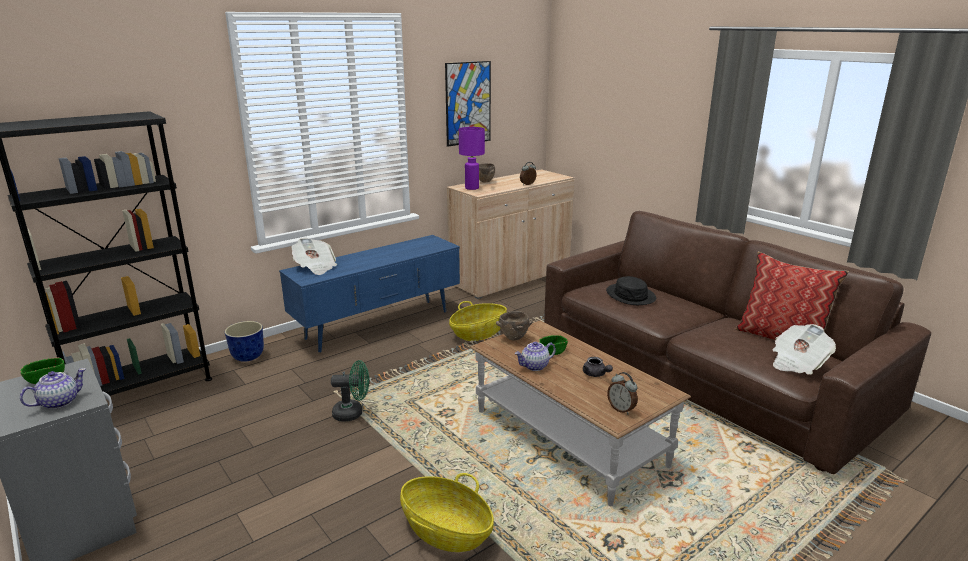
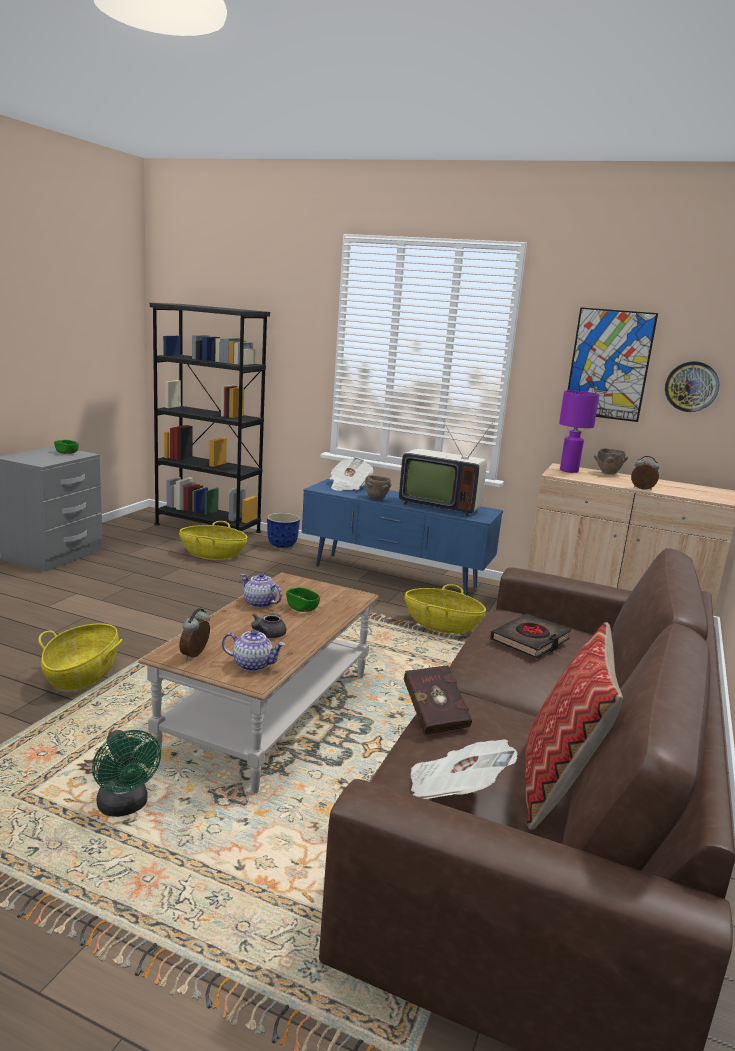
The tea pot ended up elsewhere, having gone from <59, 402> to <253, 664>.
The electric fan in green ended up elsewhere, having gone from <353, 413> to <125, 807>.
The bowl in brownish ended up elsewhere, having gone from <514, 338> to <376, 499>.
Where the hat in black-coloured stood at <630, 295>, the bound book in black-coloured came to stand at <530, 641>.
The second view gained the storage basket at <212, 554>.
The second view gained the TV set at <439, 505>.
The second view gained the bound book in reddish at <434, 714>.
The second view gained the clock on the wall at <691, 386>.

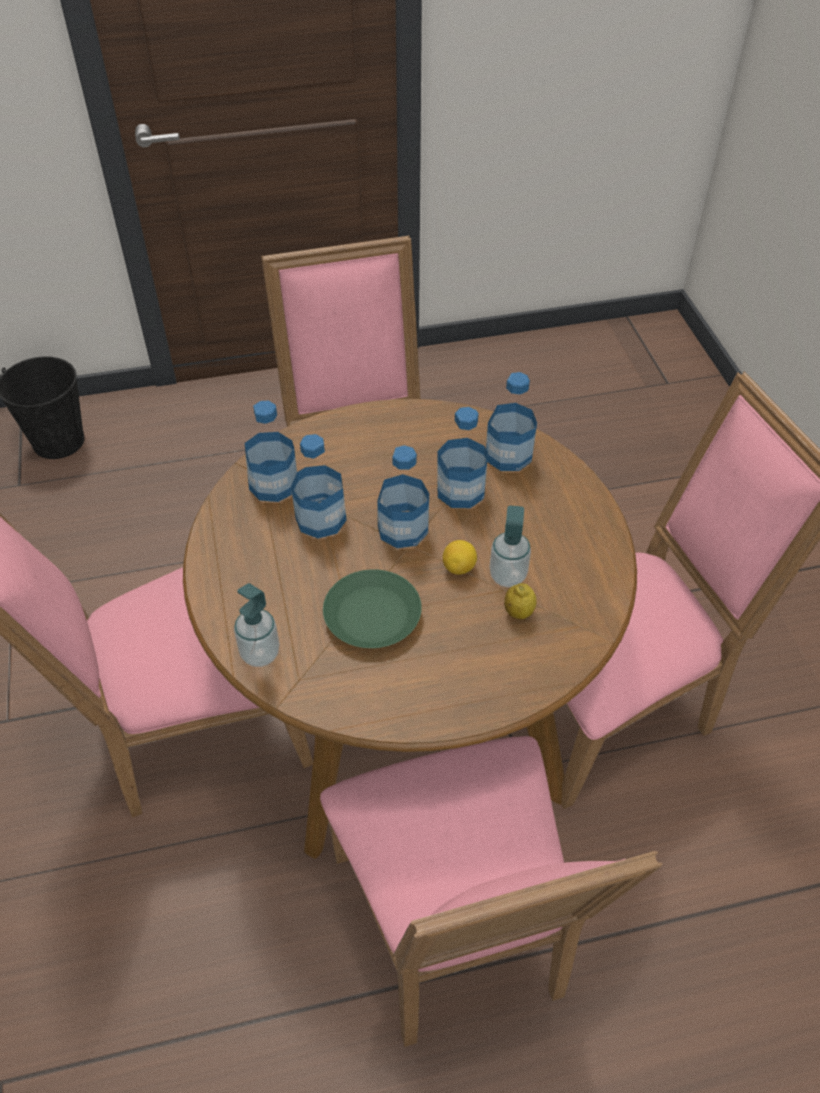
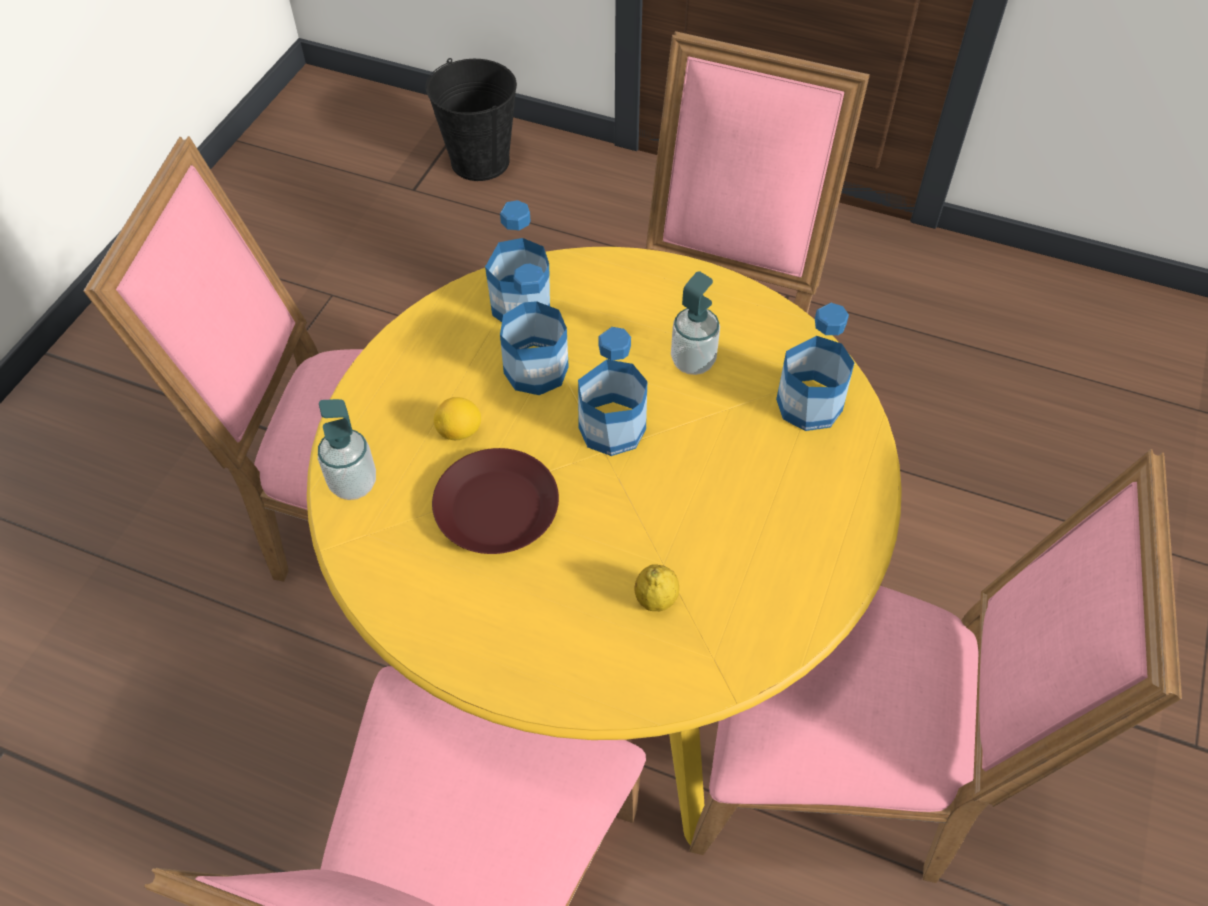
What was the dining table in brownish at <409, 715> turned into the dining table in yellow at <604, 643>.
What was the plate in green at <372, 616> turned into the plate in brownish at <495, 509>.
The second view lost the drink bottle at <460, 491>.
The lemon ended up elsewhere, having gone from <459, 568> to <460, 432>.
The soap dispenser ended up elsewhere, having gone from <507, 576> to <693, 361>.

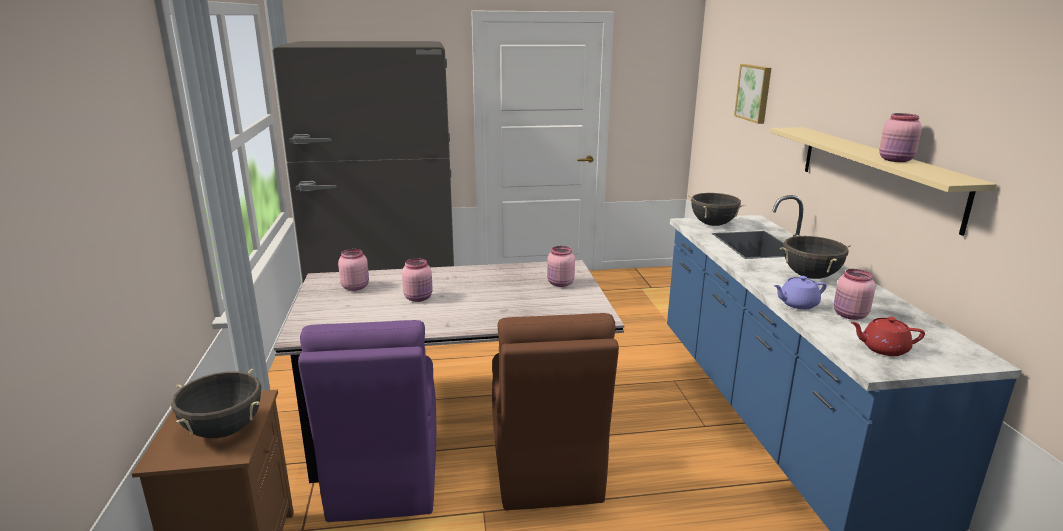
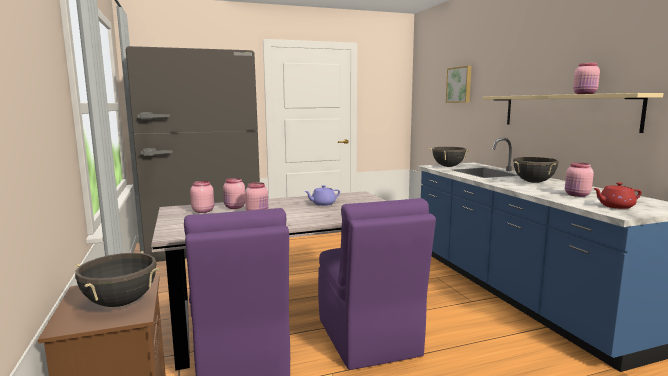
What was the upright chair in brownish at <545, 468> turned into the upright chair in purple-coloured at <368, 338>.
The storage jar in pink ended up elsewhere, having gone from <560, 284> to <234, 207>.
The tea pot in purple-coloured ended up elsewhere, having gone from <797, 304> to <322, 204>.

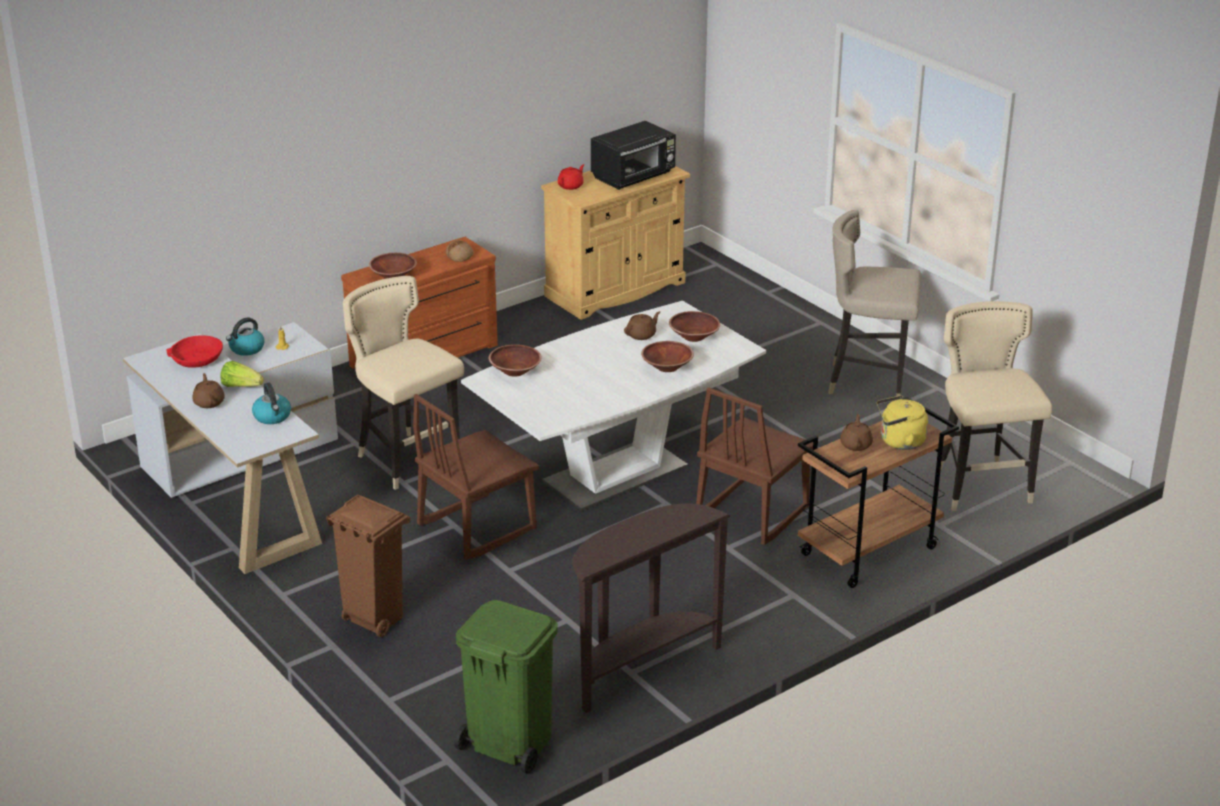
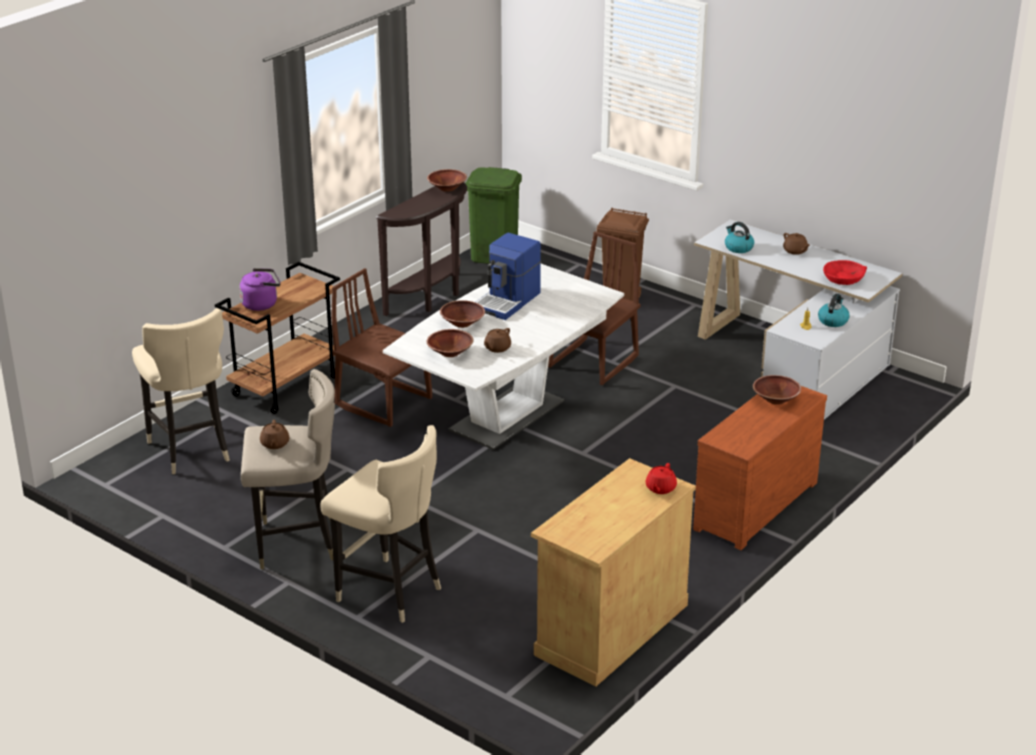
The second view lost the head of lettuce at <241, 386>.
The stool seat in sand-coloured ended up elsewhere, having gone from <408, 461> to <388, 592>.
The second view lost the bakery bread at <459, 256>.
The bowl in brownish ended up elsewhere, having gone from <515, 371> to <447, 188>.
The second view lost the microwave in black-coloured at <634, 176>.
The upright chair in brownish at <751, 513> ended up facing another way, 75 degrees counterclockwise from before.
The tea pot in brownish ended up elsewhere, having gone from <856, 444> to <274, 444>.
What was the tea kettle in yellow at <899, 442> turned into the tea kettle in purple-coloured at <262, 304>.
The second view gained the coffee maker at <508, 301>.

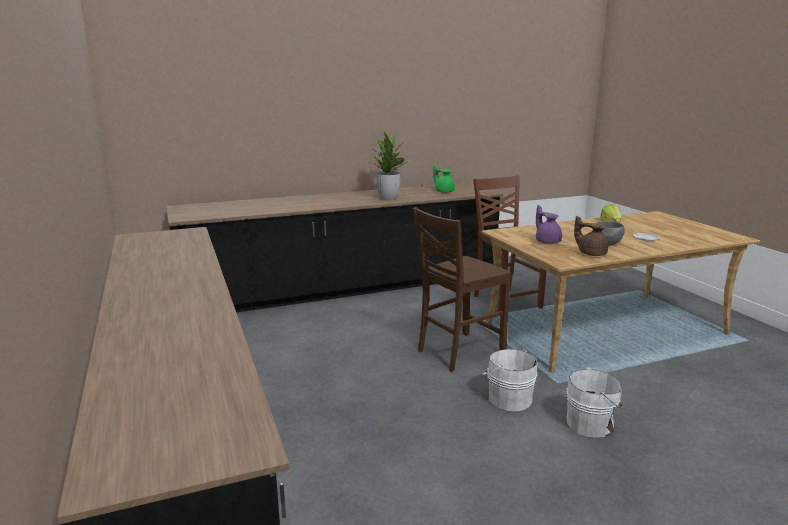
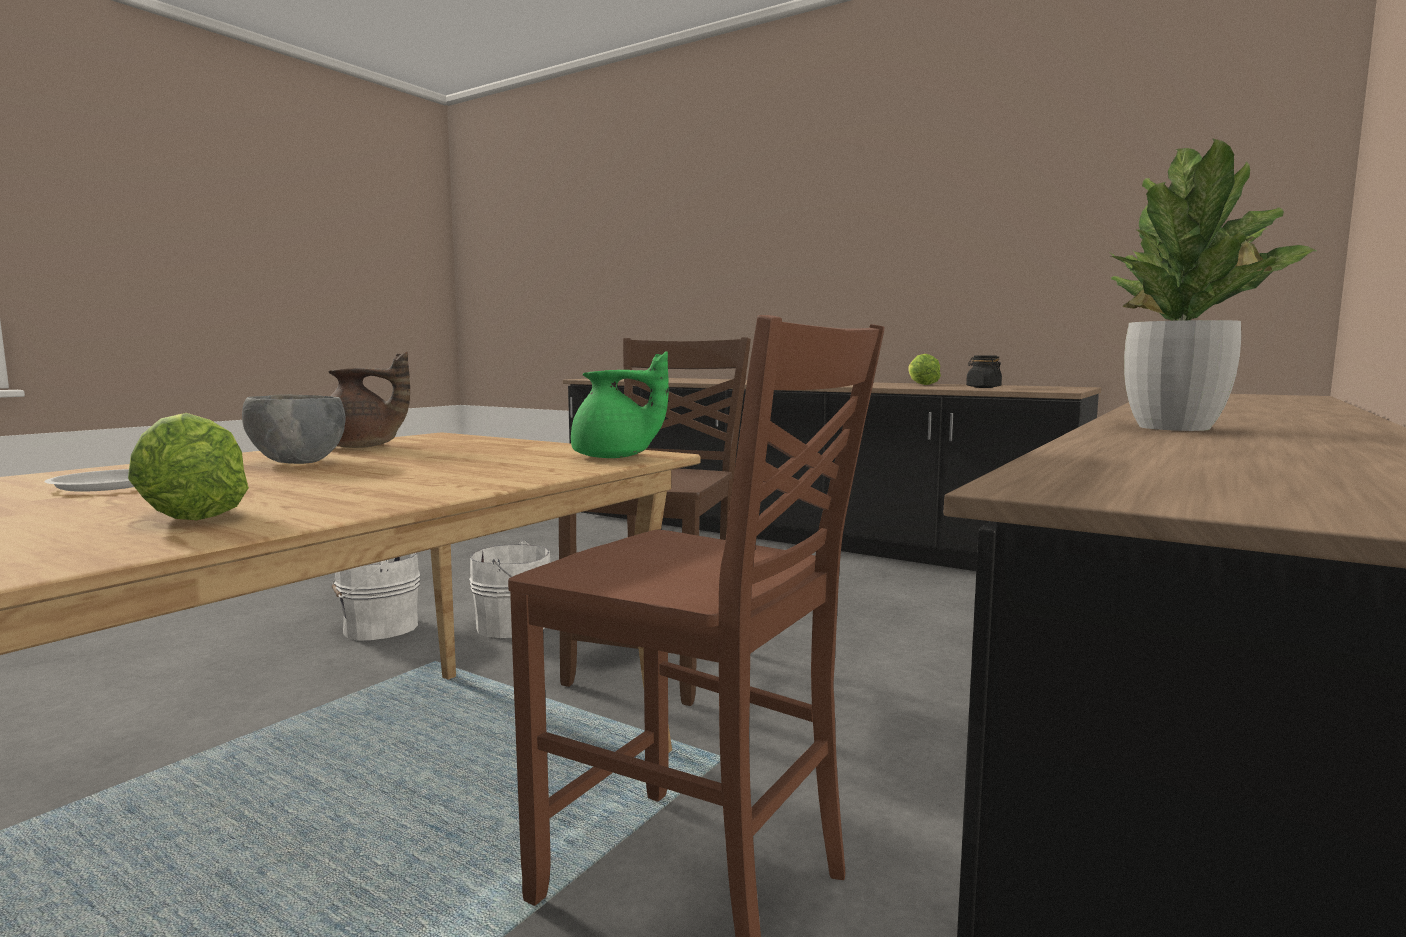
The tea pot in green ended up elsewhere, having gone from <444, 191> to <615, 457>.
The second view lost the tea pot in purple-coloured at <547, 241>.
The second view gained the head of lettuce at <921, 384>.
The second view gained the storage jar in black-coloured at <983, 387>.

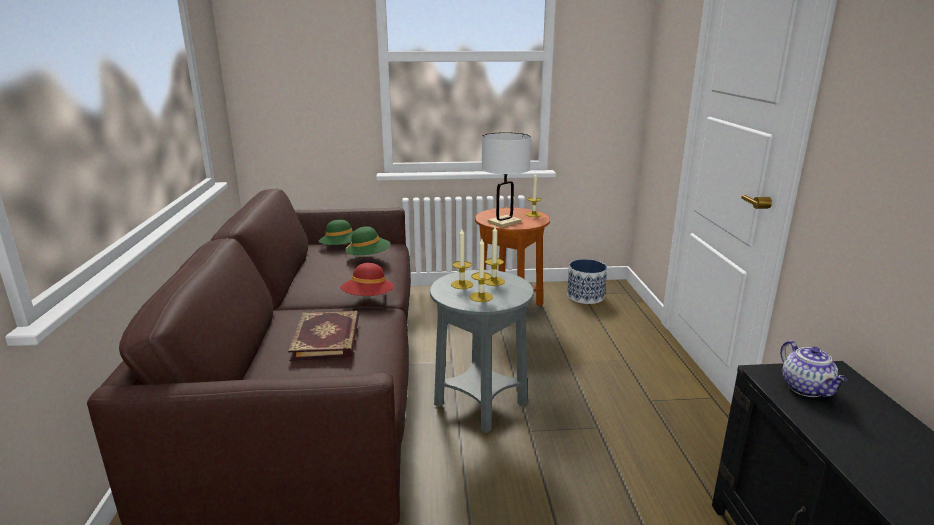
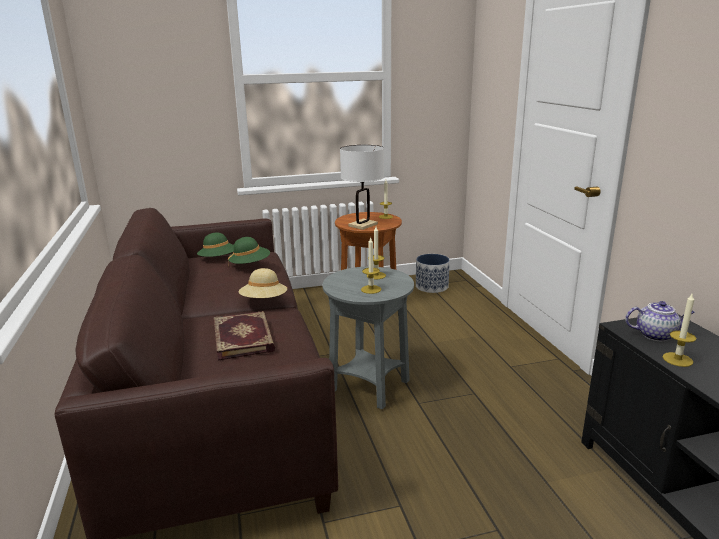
What was the hat in reddish at <368, 299> turned into the hat in sand-coloured at <264, 301>.
The wax light ended up elsewhere, having gone from <462, 284> to <677, 359>.
The tea pot at <807, 389> ended up facing another way, 60 degrees counterclockwise from before.

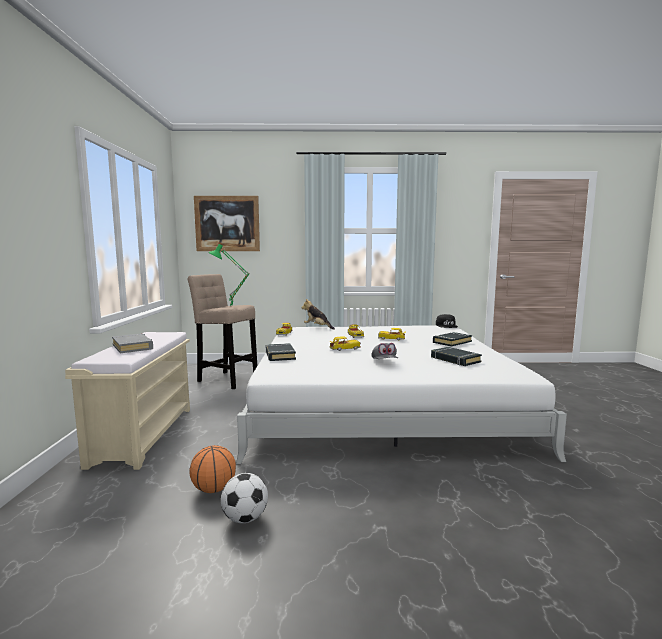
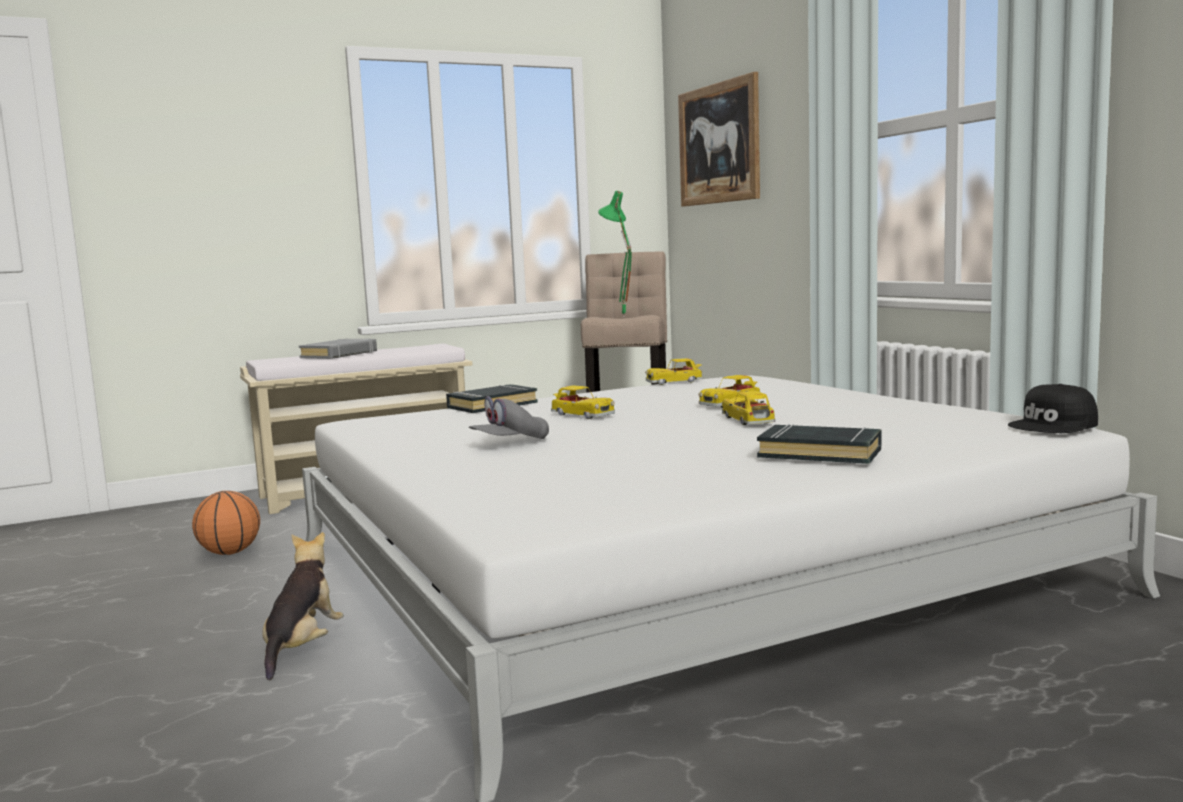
The second view lost the football at <245, 518>.
The plush toy ended up elsewhere, having gone from <317, 327> to <302, 647>.
The second view lost the bound book in black-coloured at <455, 360>.

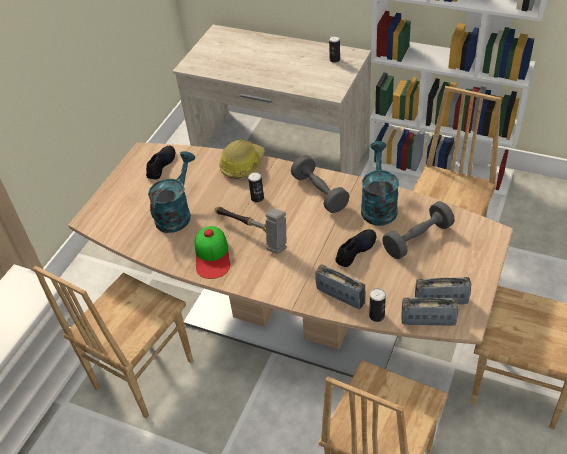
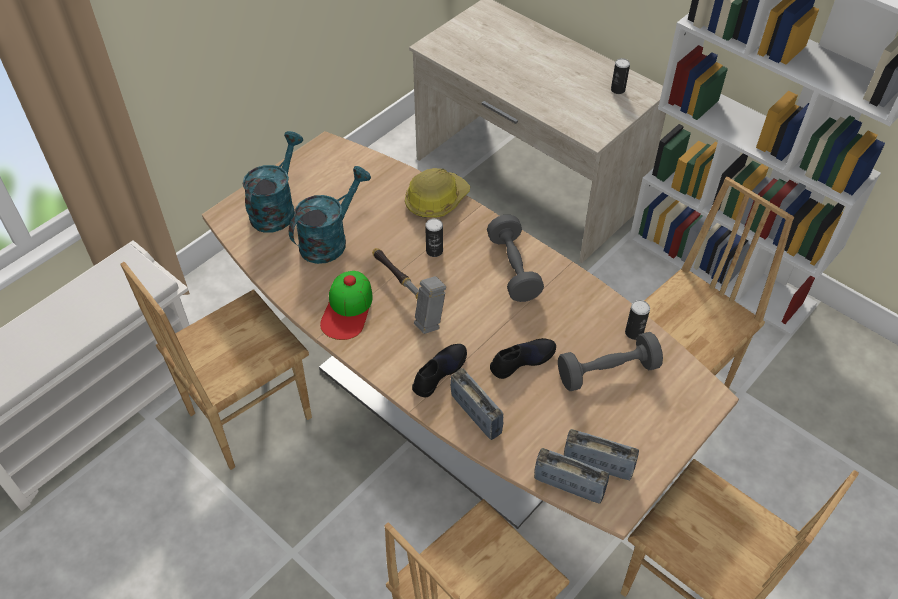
The low shoe in black-coloured ended up elsewhere, having gone from <161, 165> to <439, 372>.
The watering pot in turquoise ended up elsewhere, having gone from <378, 205> to <276, 208>.
The metal can ended up elsewhere, having gone from <377, 316> to <634, 332>.

